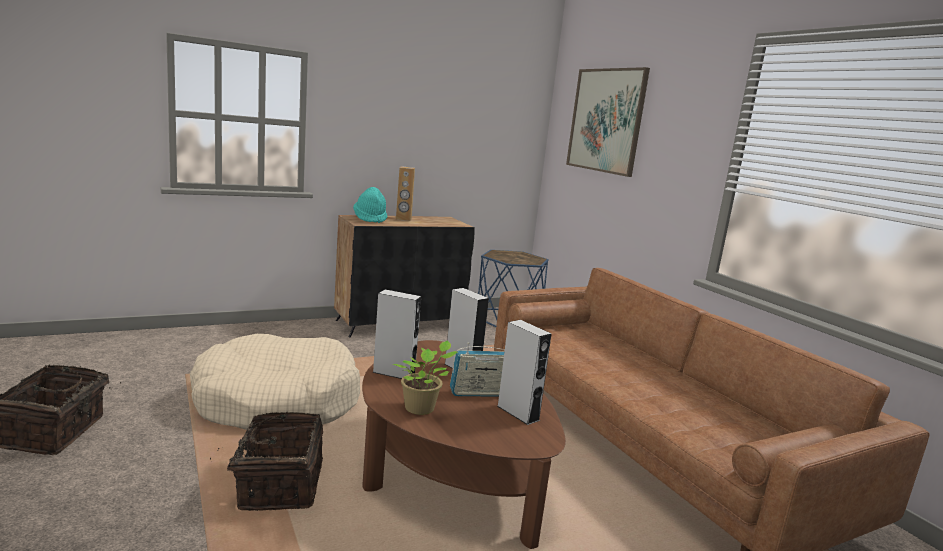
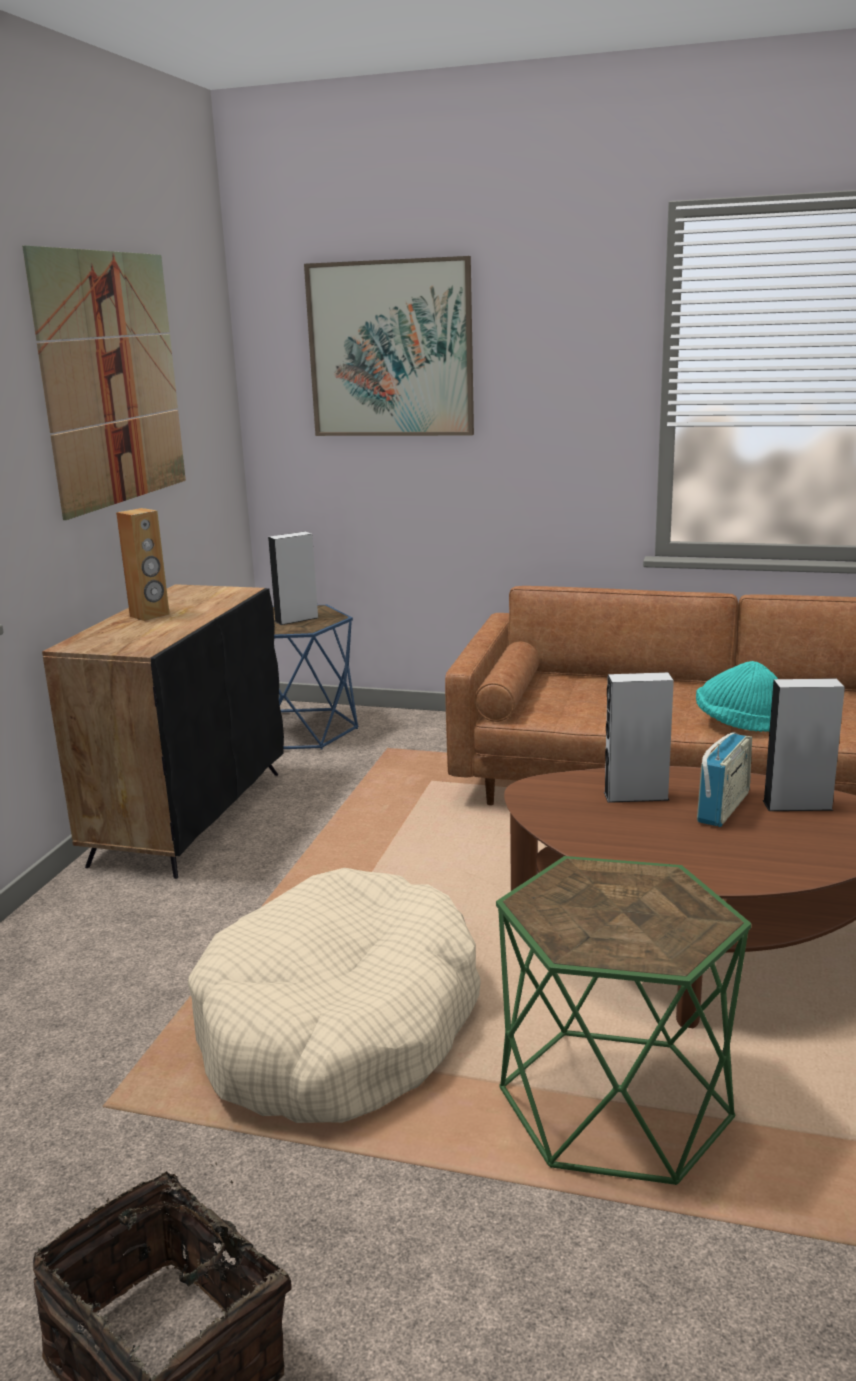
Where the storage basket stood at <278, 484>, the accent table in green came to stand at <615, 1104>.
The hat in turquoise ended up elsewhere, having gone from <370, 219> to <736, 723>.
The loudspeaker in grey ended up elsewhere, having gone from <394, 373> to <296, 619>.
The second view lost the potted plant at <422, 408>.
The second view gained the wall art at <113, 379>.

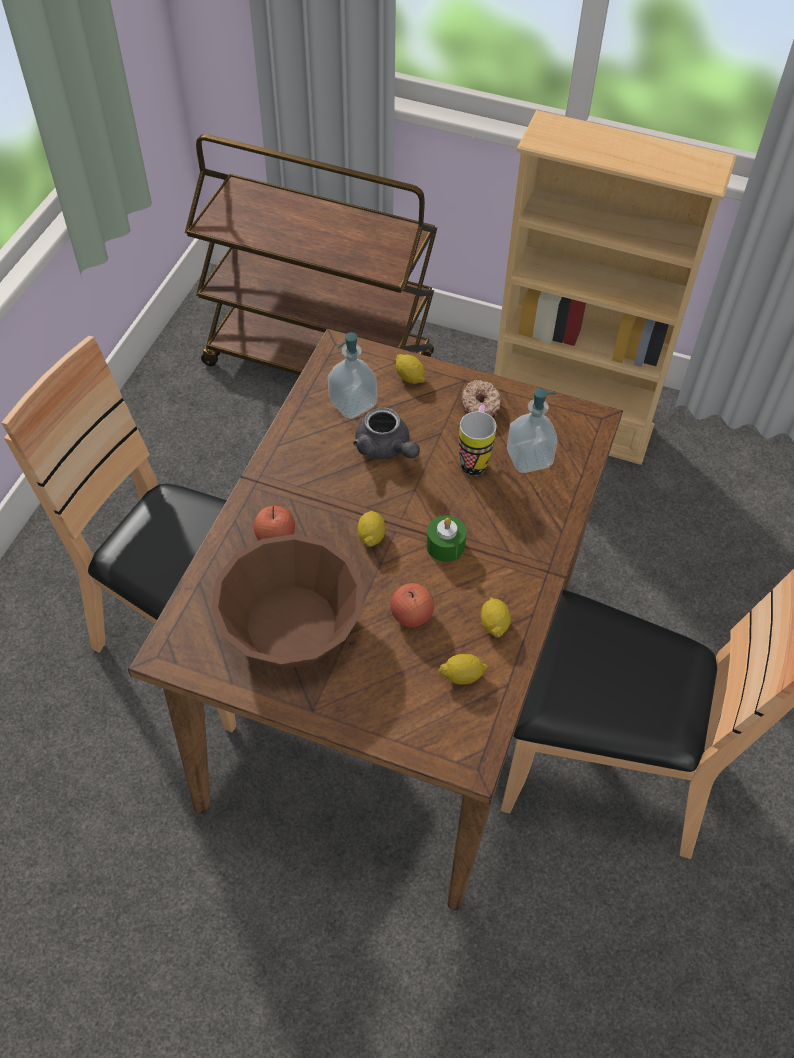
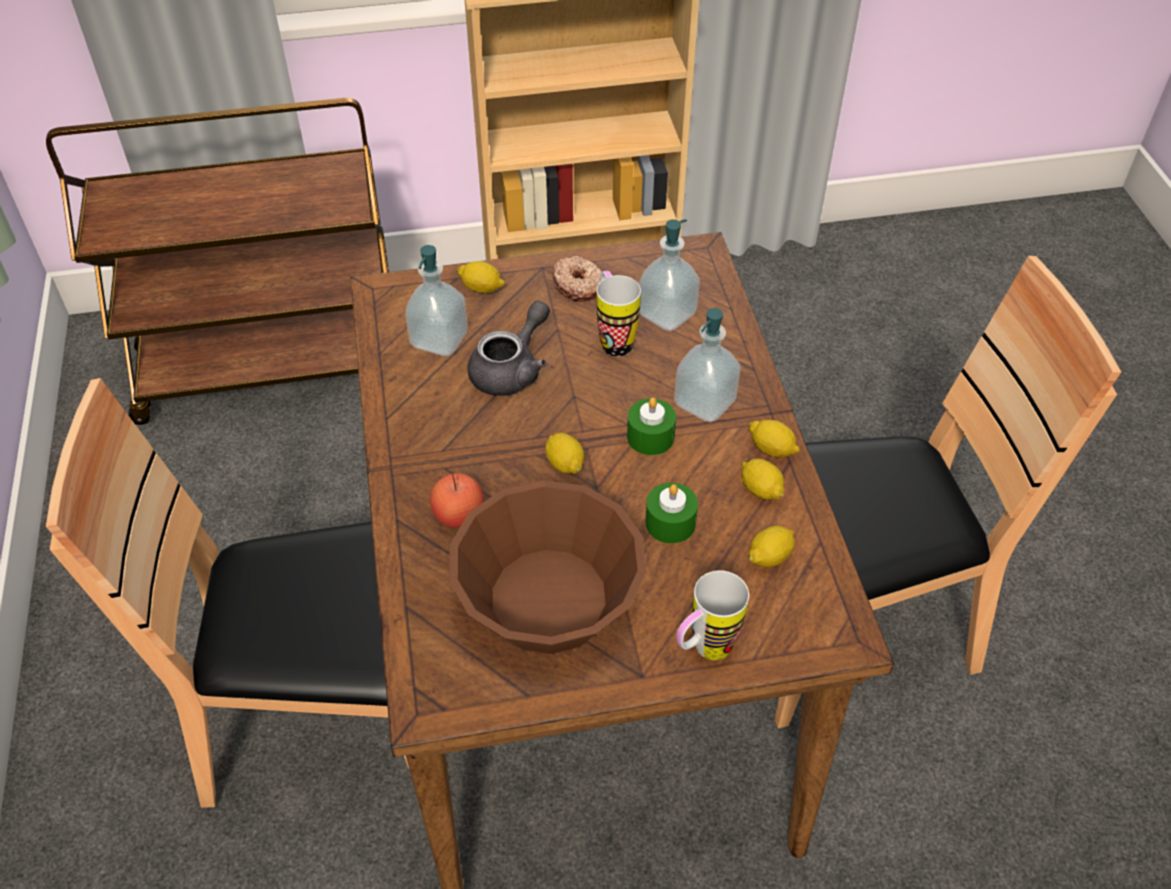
The tea pot in grey at <386, 449> ended up facing another way, 75 degrees counterclockwise from before.
Where the apple stood at <411, 615>, the wax light in green came to stand at <670, 523>.
The second view gained the soap dispenser at <704, 402>.
The second view gained the mug at <703, 651>.
The second view gained the lemon at <772, 449>.

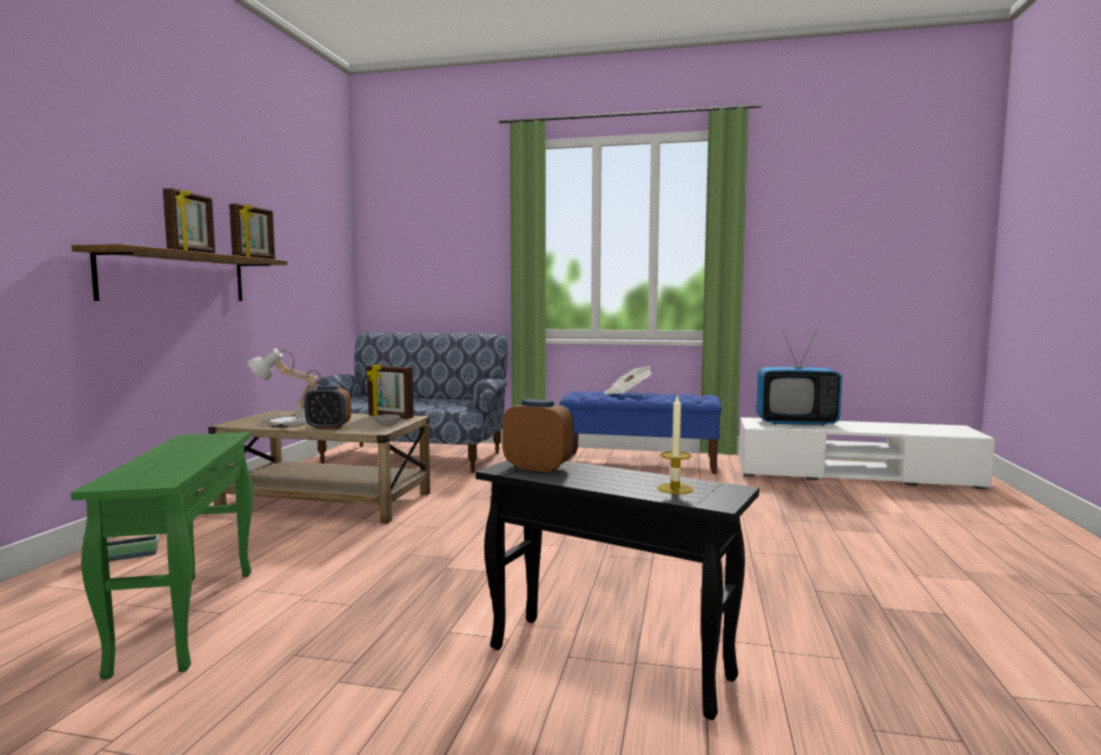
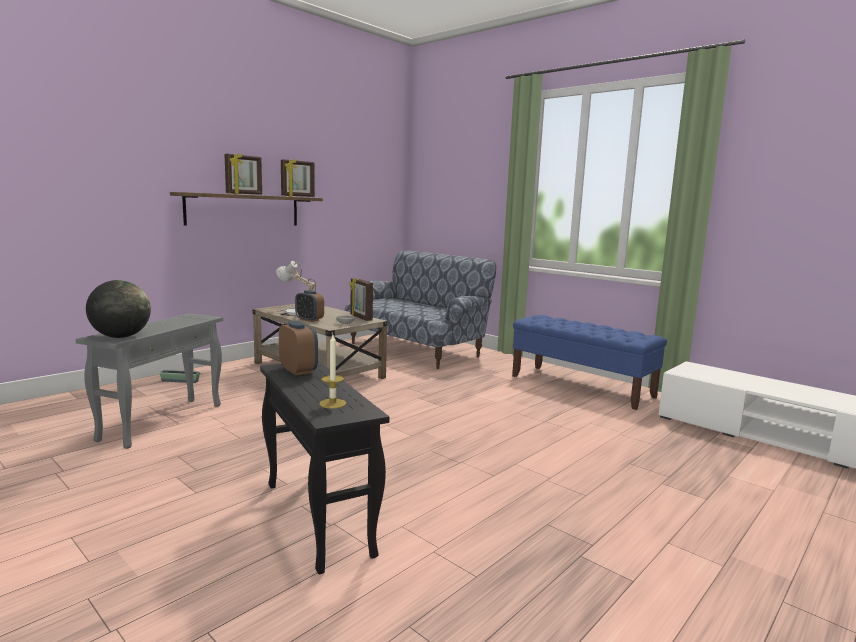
What was the accent table in green at <187, 618> turned into the accent table in grey at <162, 422>.
The second view lost the daily paper at <627, 393>.
The second view lost the TV set at <796, 423>.
The second view gained the desk globe at <121, 337>.

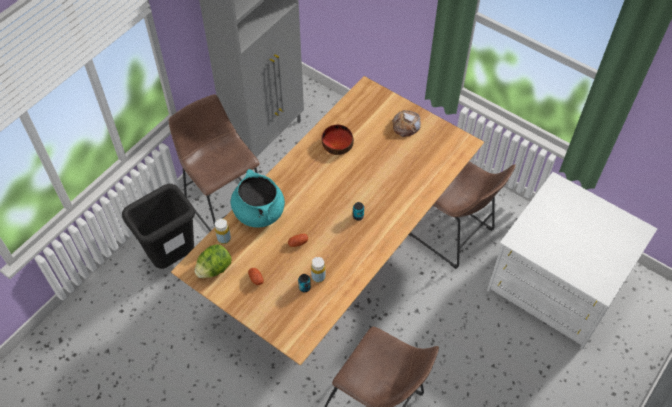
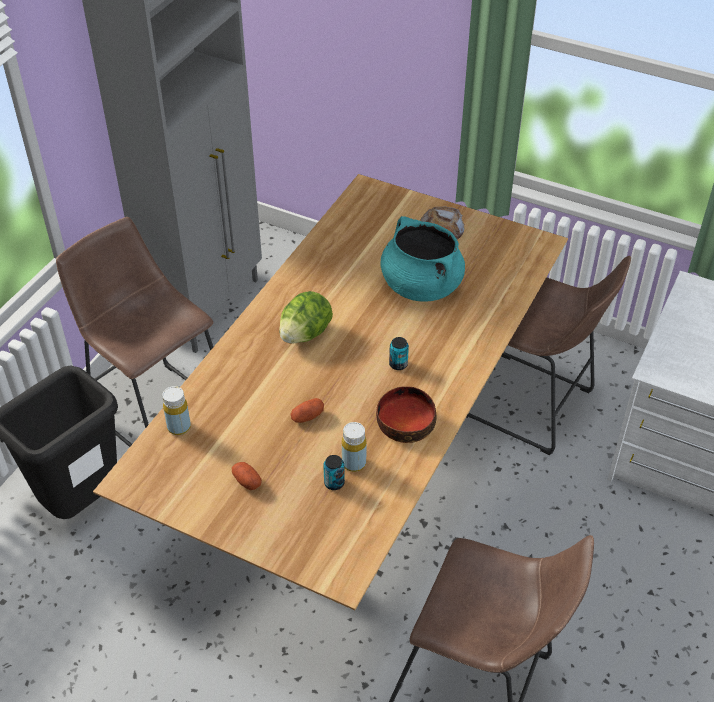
The head of lettuce ended up elsewhere, having gone from <214, 268> to <305, 334>.
The stockpot in turquoise ended up elsewhere, having gone from <258, 212> to <420, 286>.
The bowl ended up elsewhere, having gone from <337, 144> to <405, 423>.

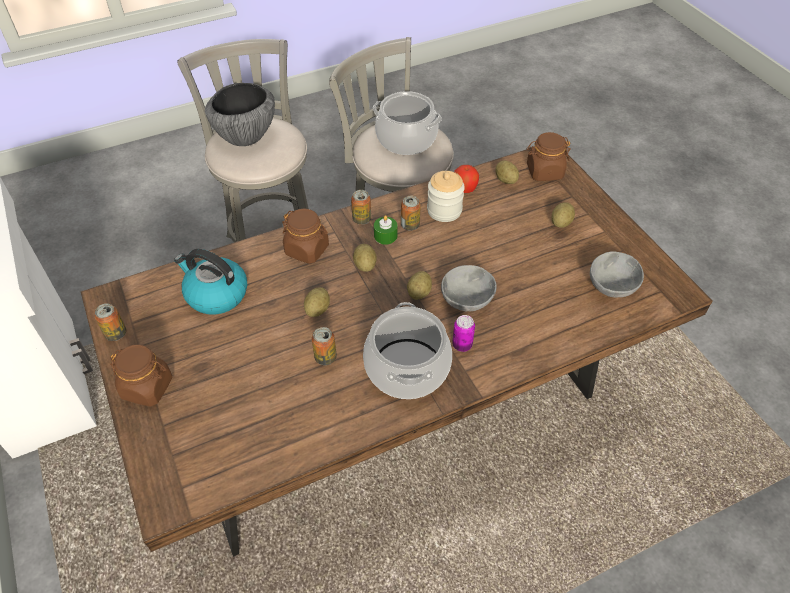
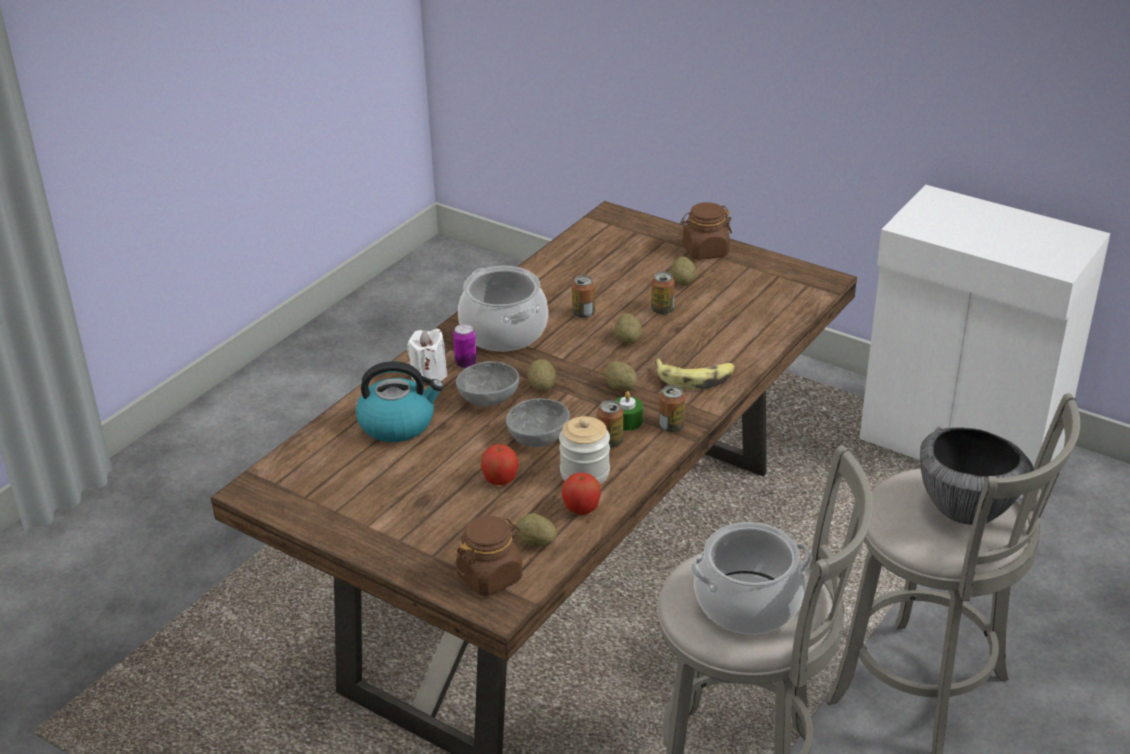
The metal can ended up elsewhere, having gone from <116, 334> to <662, 310>.
The tea kettle ended up elsewhere, having gone from <216, 294> to <398, 424>.
Where the storage jar in brownish stood at <307, 250>, the banana came to stand at <695, 378>.
The spud ended up elsewhere, having gone from <561, 222> to <683, 281>.
The bowl in grey ended up elsewhere, having gone from <613, 286> to <537, 438>.
The second view gained the wax light in whitish at <429, 375>.
The second view gained the apple at <500, 480>.

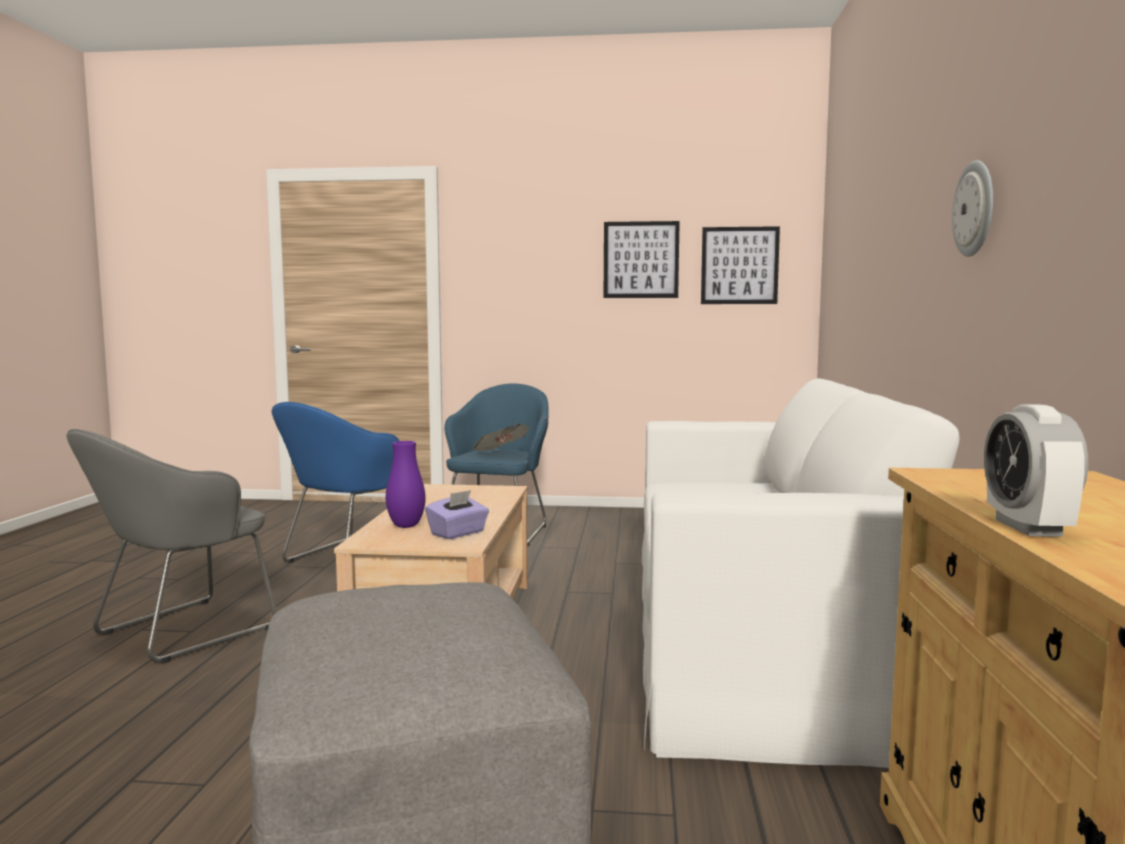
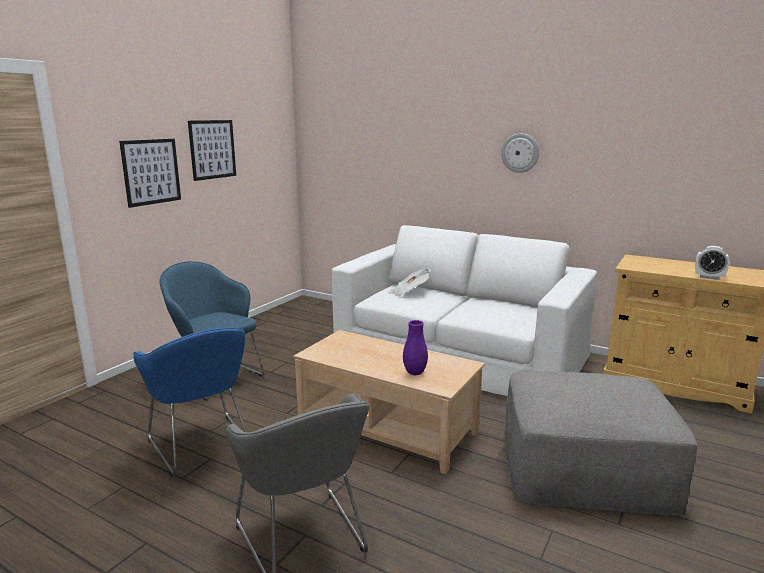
The second view lost the tissue holder in purple-coloured at <458, 533>.
The daily paper ended up elsewhere, having gone from <500, 454> to <409, 292>.
The wall art ended up elsewhere, having gone from <739, 265> to <151, 172>.

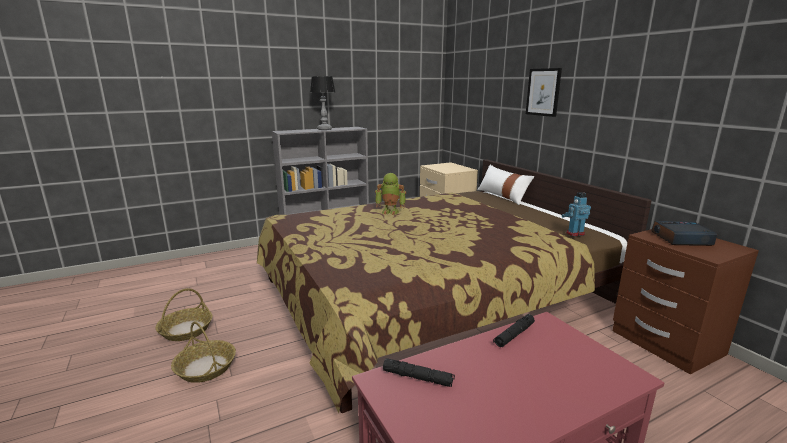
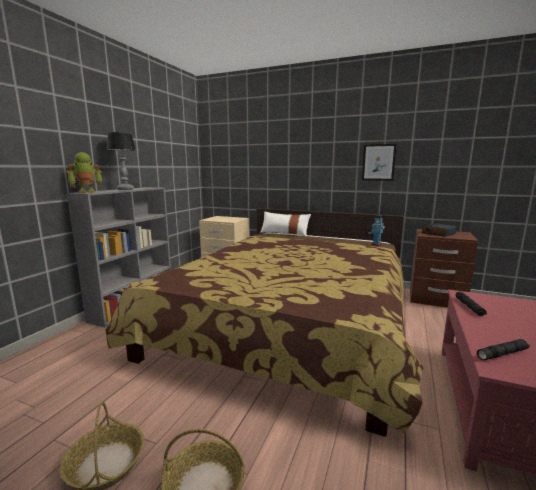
The model robot ended up elsewhere, having gone from <390, 211> to <87, 192>.
The wall art ended up elsewhere, having gone from <543, 92> to <378, 162>.

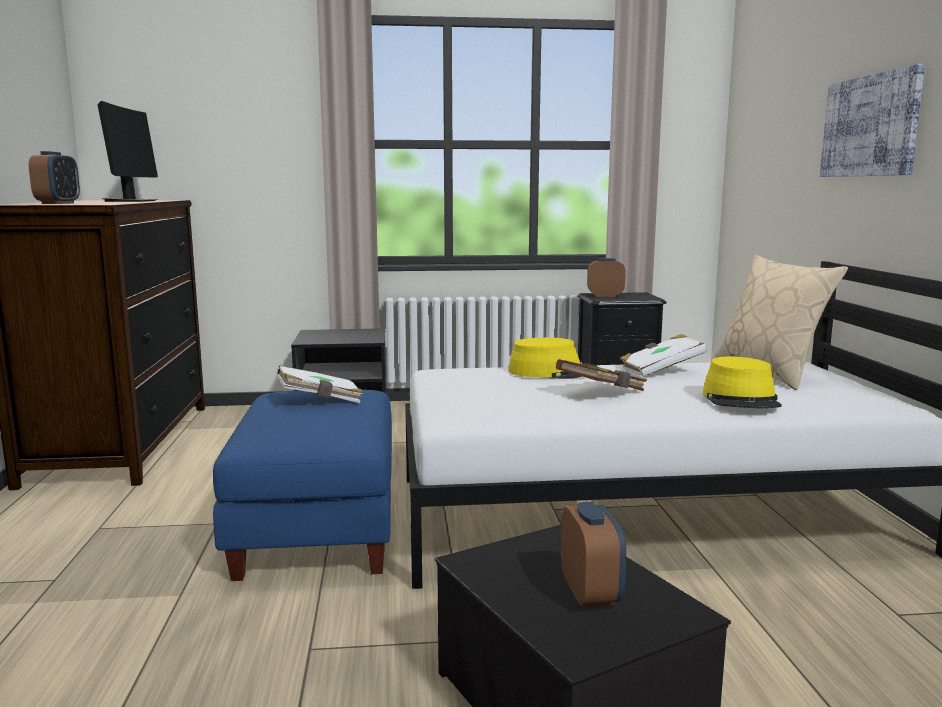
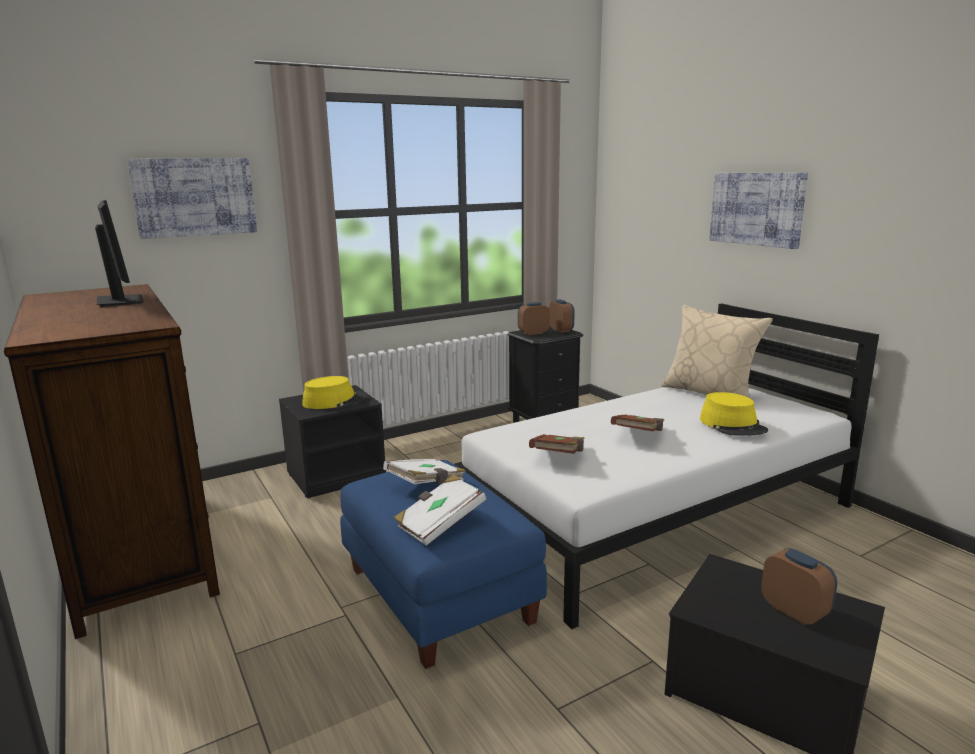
The bedside clock ended up elsewhere, having gone from <58, 203> to <561, 330>.
The hat in yellow ended up elsewhere, having gone from <552, 371> to <335, 401>.
The bound book in whitish ended up elsewhere, having gone from <661, 370> to <440, 524>.
The second view gained the wall art at <195, 197>.
The second view gained the bound book in brownish at <559, 457>.

